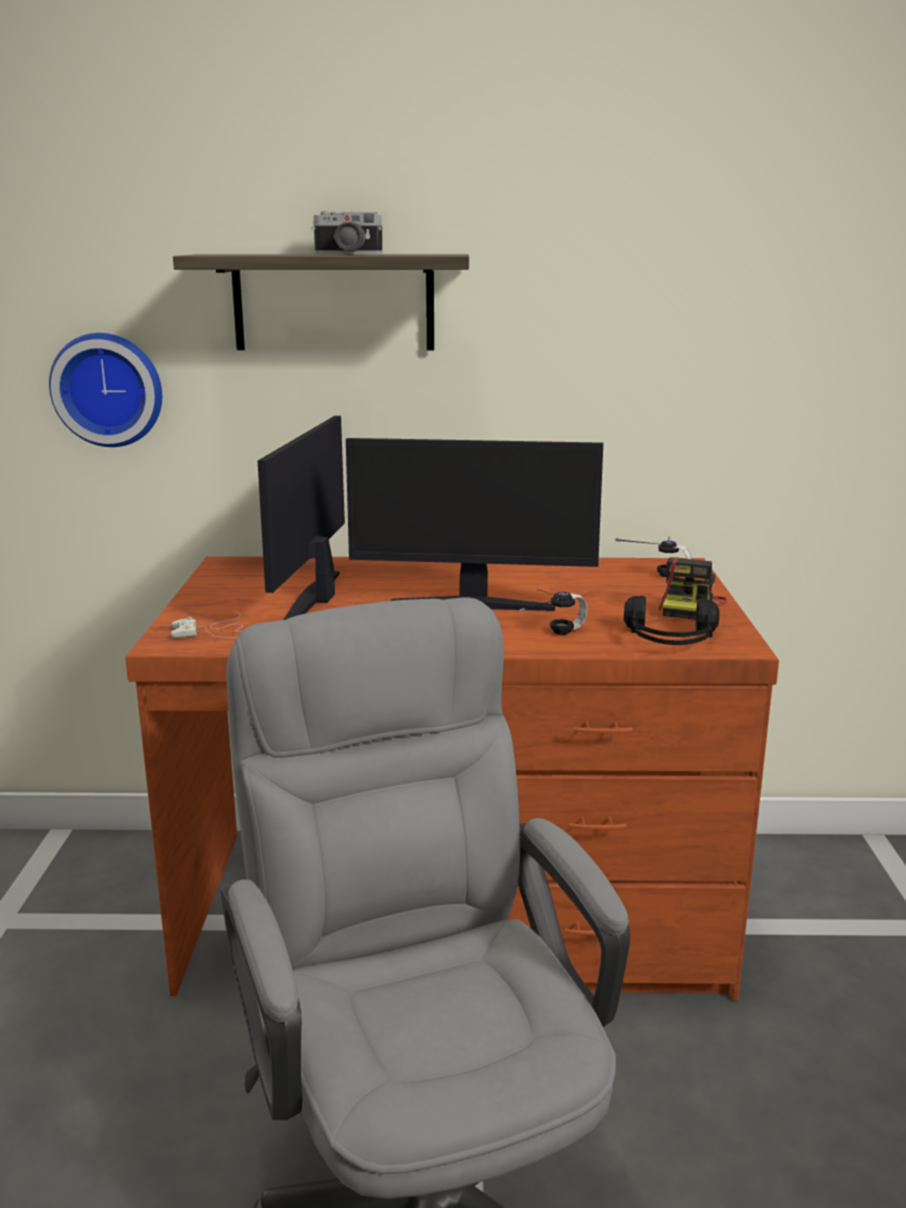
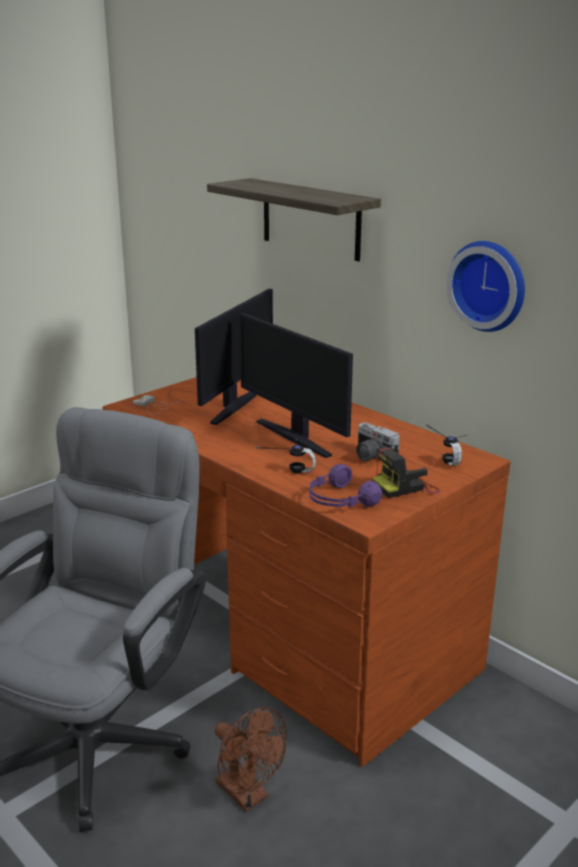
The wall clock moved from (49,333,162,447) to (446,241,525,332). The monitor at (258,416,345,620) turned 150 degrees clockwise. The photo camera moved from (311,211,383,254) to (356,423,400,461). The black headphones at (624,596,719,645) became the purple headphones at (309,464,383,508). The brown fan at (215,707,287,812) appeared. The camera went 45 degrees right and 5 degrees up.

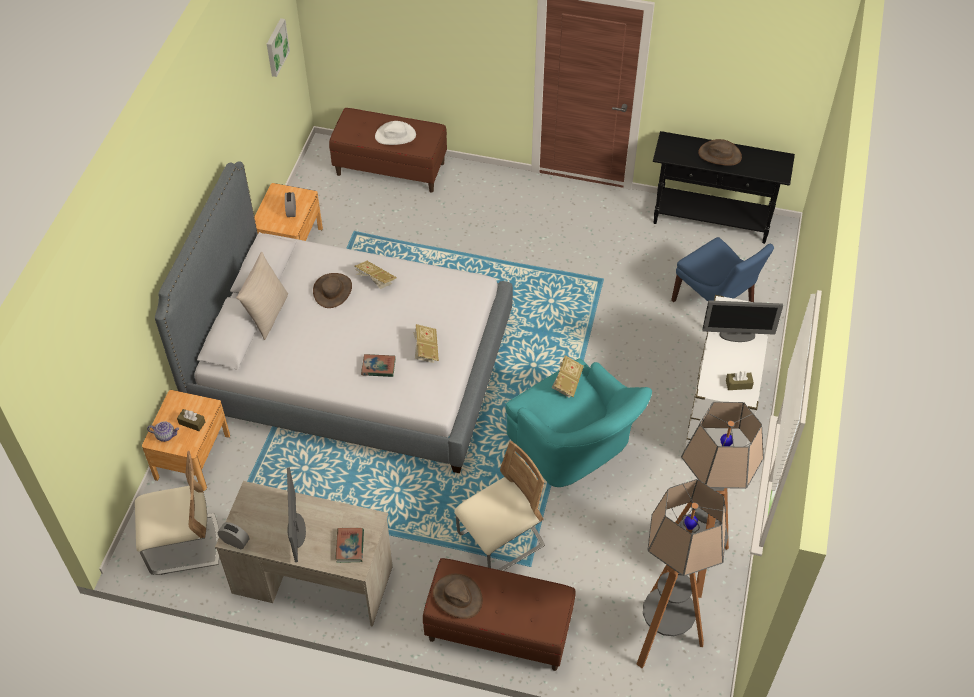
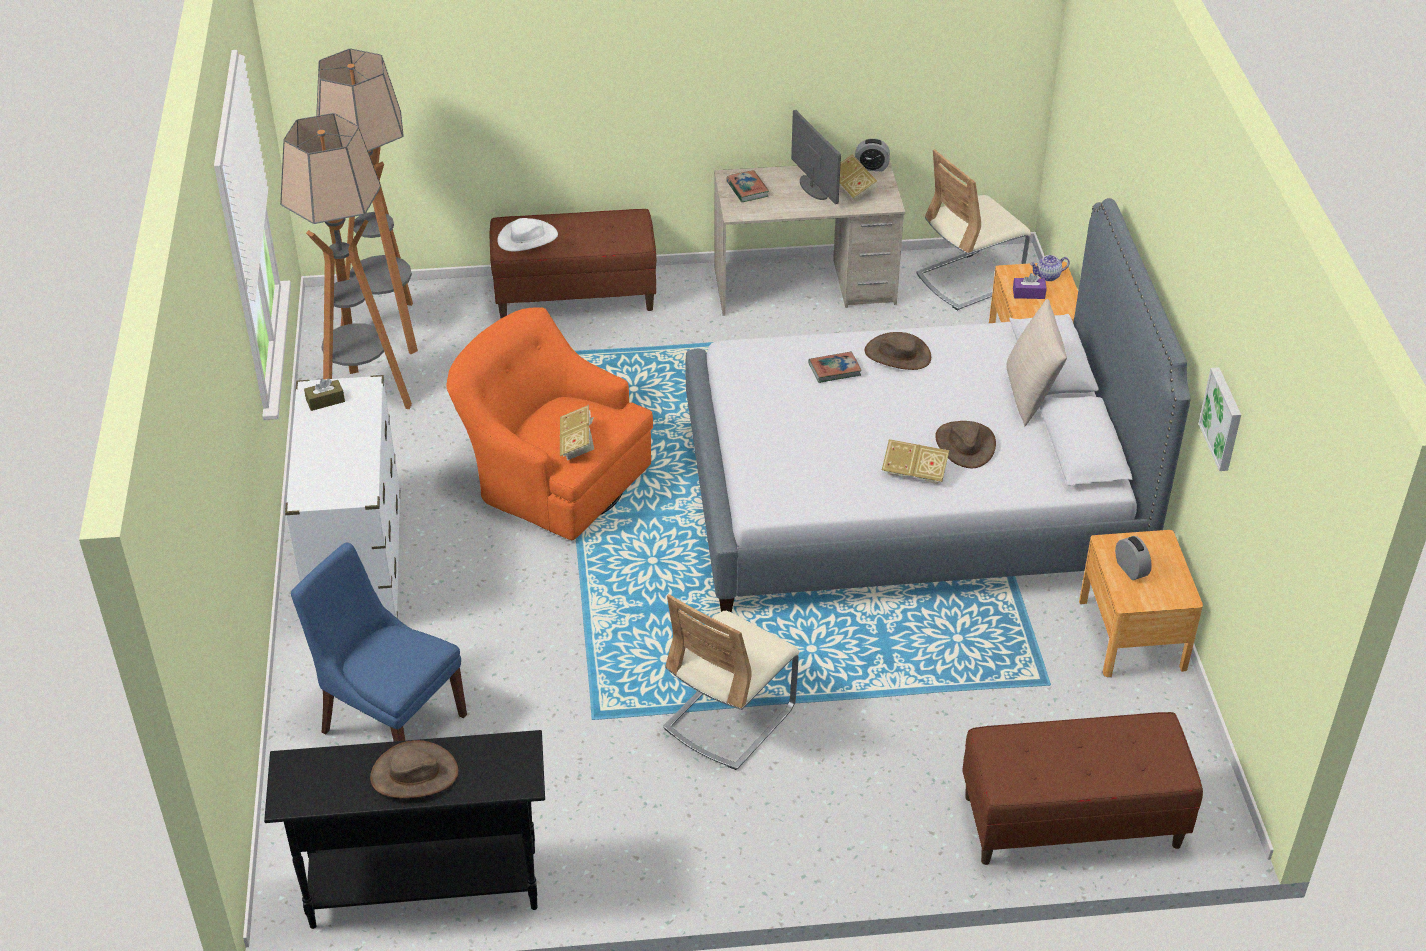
The brown tissue box at (177,409,205,431) became the purple tissue box at (1013,273,1047,299). The picture moved from (267,18,290,77) to (1198,367,1241,471). The white hat moved from (375,121,416,145) to (498,218,558,252). The book moved from (413,324,439,363) to (839,154,878,202). The brown hat moved from (433,574,483,619) to (865,332,931,370). The beige chair moved from (454,441,545,571) to (663,594,799,770). The turquoise armchair at (506,358,652,487) became the orange armchair at (446,307,653,540). The monitor at (702,300,783,342) disappeared. The camera went 160 degrees right and 10 degrees down.

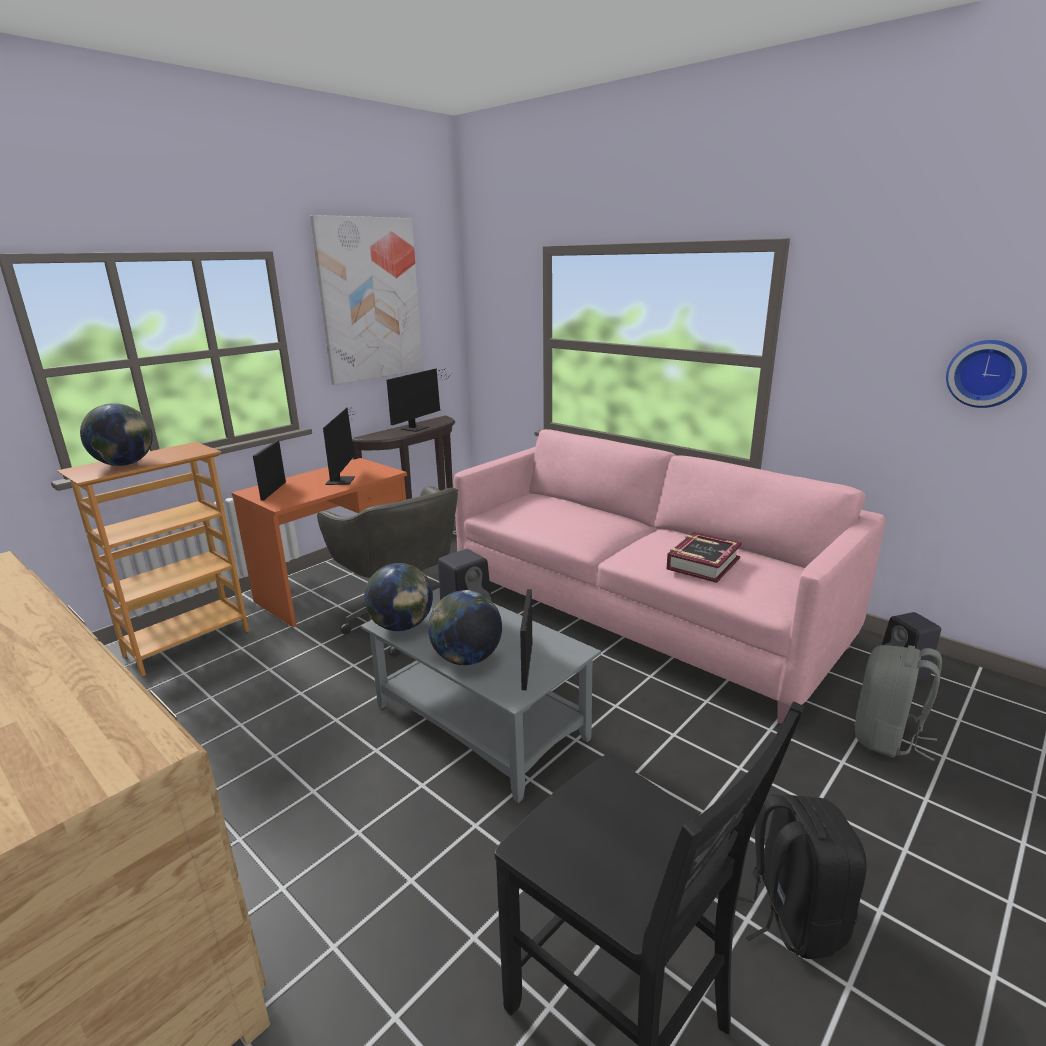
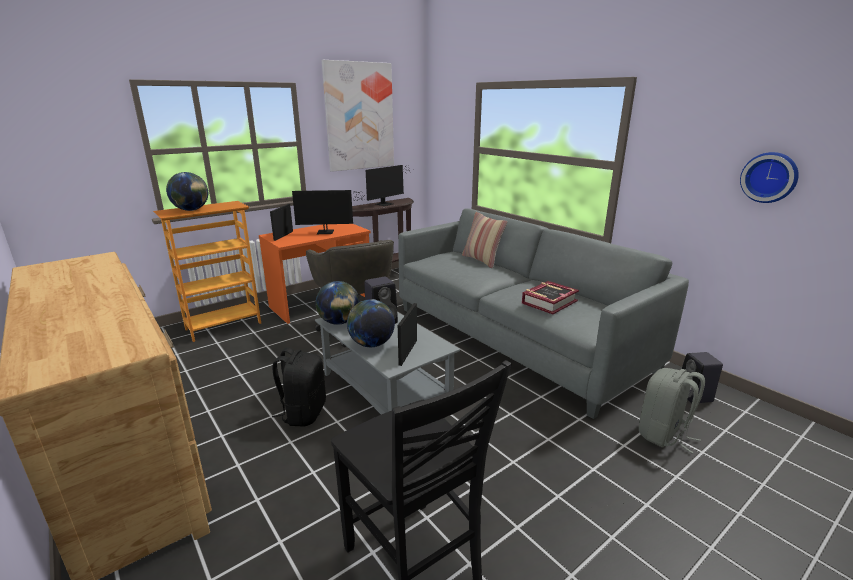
The monitor at (323,407,355,485) turned 75 degrees clockwise. The pink sofa at (454,429,885,724) became the grey sofa at (398,208,689,419). The black backpack moved from (738,794,867,959) to (272,348,326,426). The pillow at (462,212,508,268) appeared. The camera went 10 degrees right and 0 degrees up.

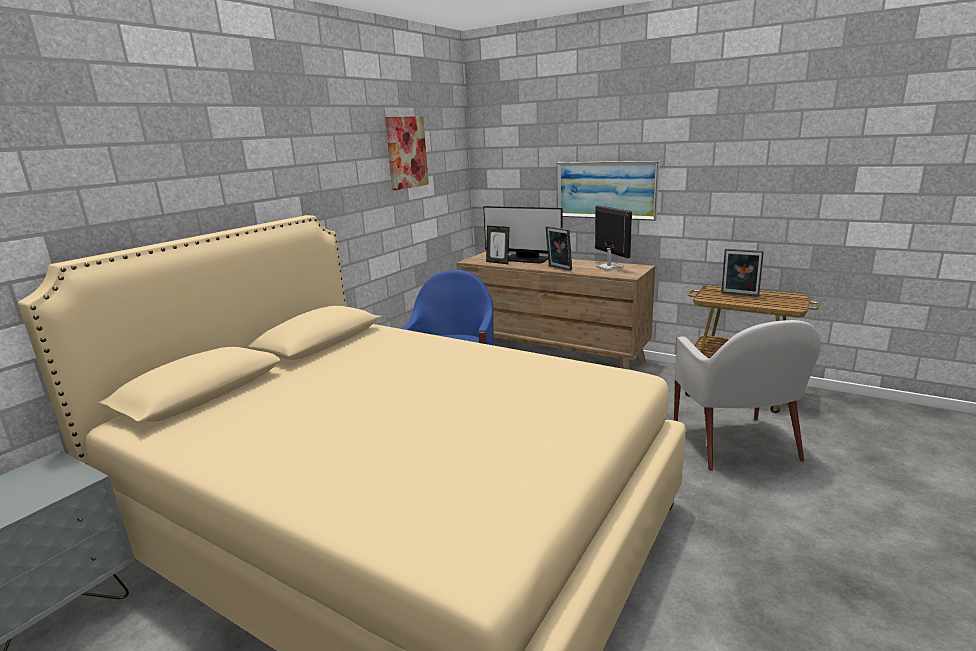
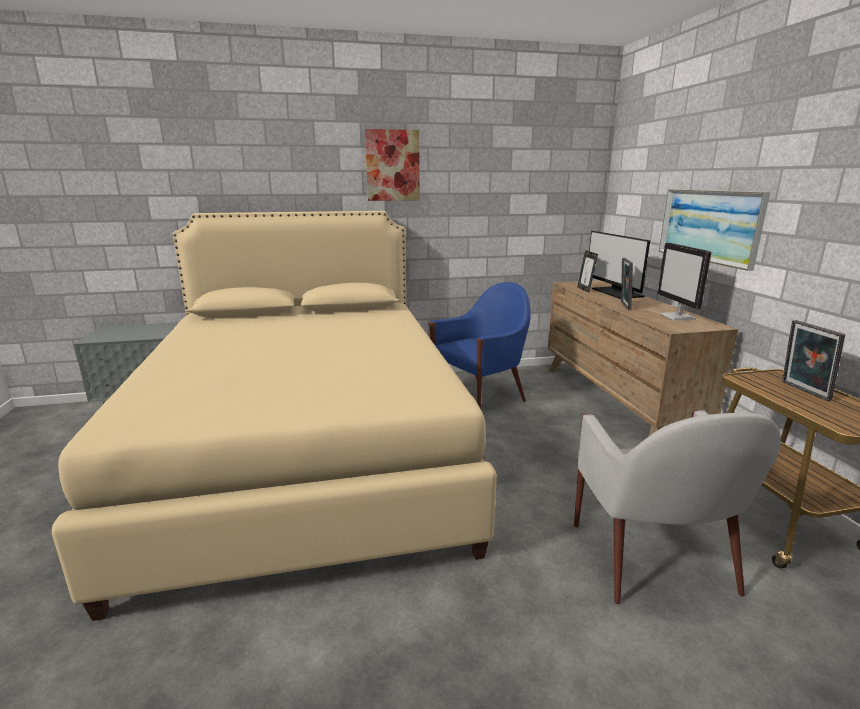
The picture moved from (385,116,429,190) to (365,129,420,201). The monitor at (595,205,632,270) turned 150 degrees clockwise. The white armchair at (674,320,821,471) turned 45 degrees counterclockwise. The camera went 45 degrees right and 0 degrees up.

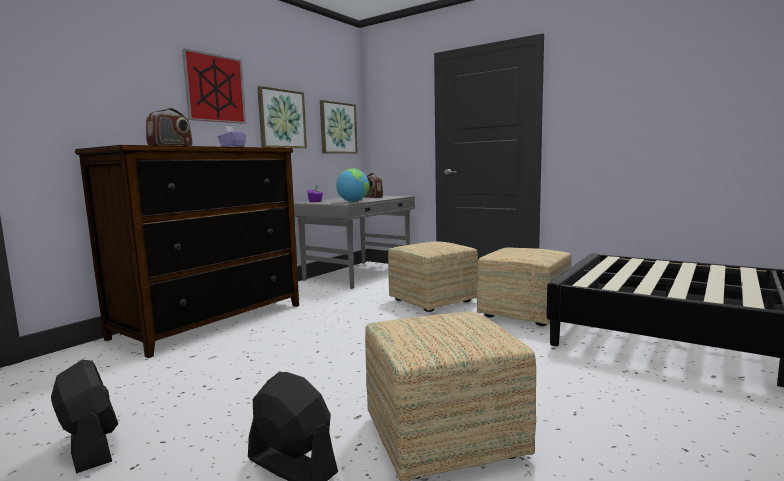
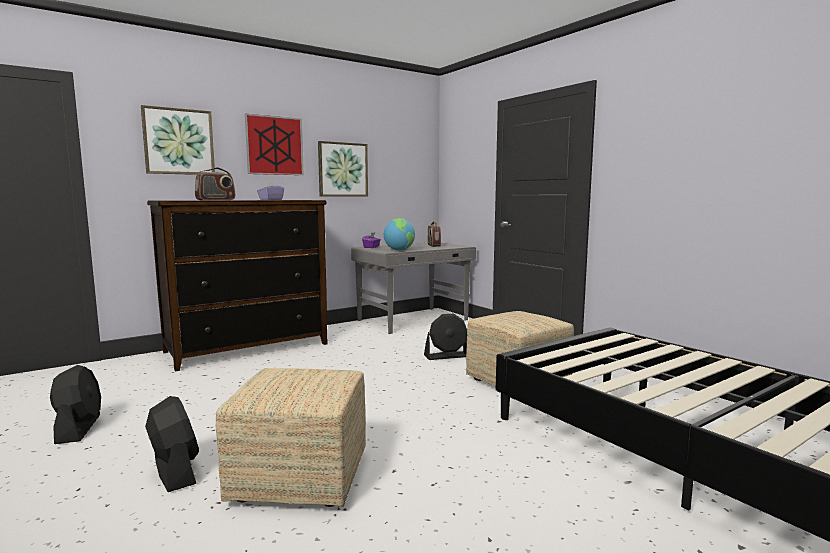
The picture moved from (320,100,358,154) to (141,105,215,175). The ottoman at (388,241,478,312) was replaced by the black fan at (424,314,467,360). The camera went 20 degrees right and 0 degrees up.

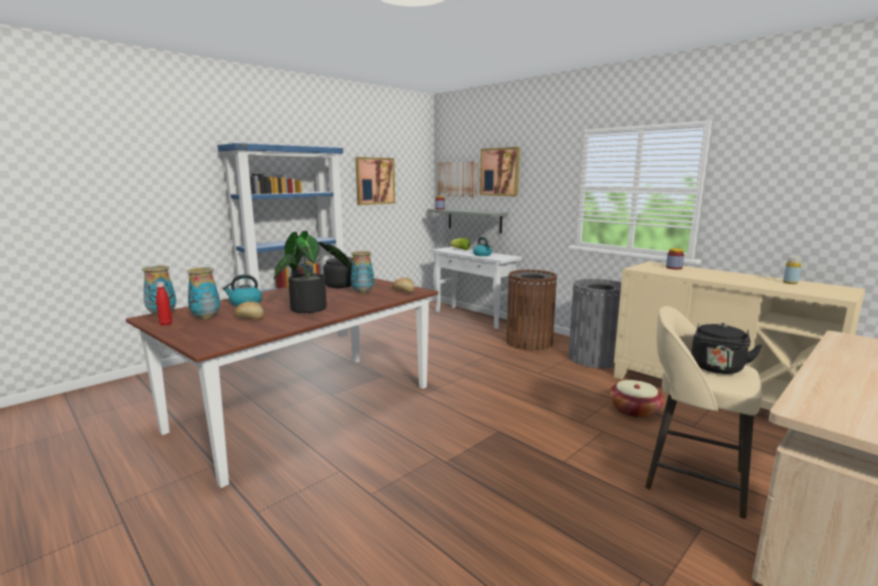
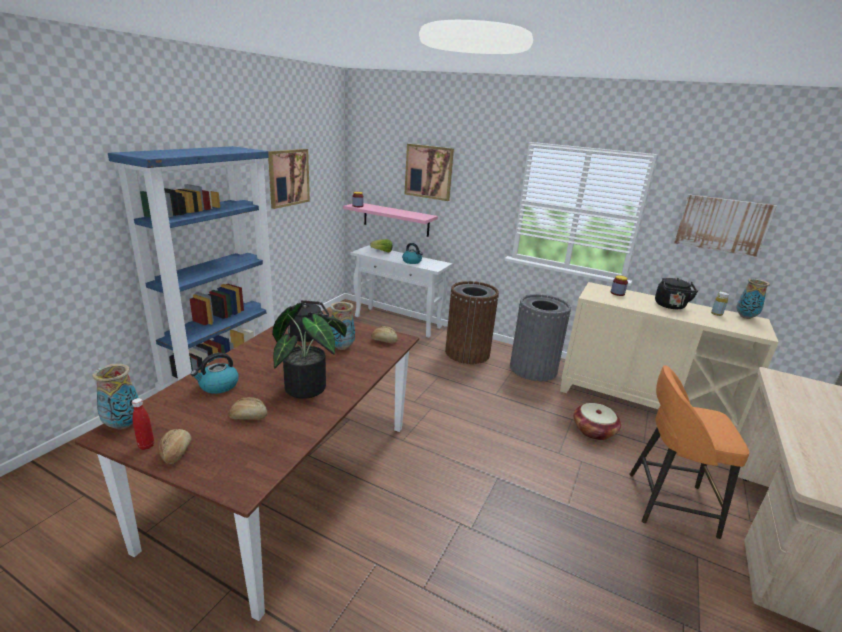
The vase moved from (186,267,220,320) to (736,279,770,319). The grey shelf at (428,208,509,233) became the pink shelf at (343,203,438,237). The picture moved from (438,161,477,197) to (674,194,777,257). The beige stool at (645,306,762,519) became the orange stool at (629,365,749,539). The black kettle moved from (691,323,763,374) to (655,278,698,309). The bread at (159,429,192,464) appeared. The camera went 20 degrees left and 10 degrees up.

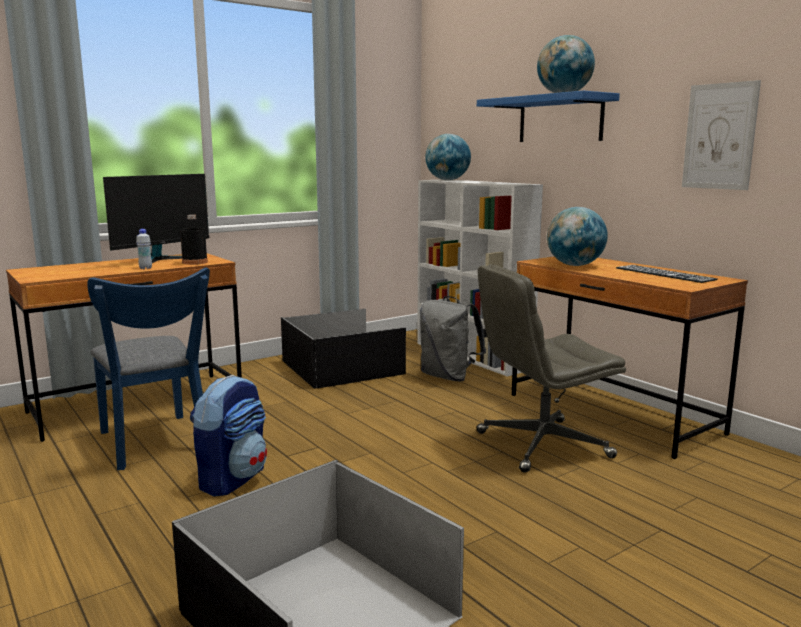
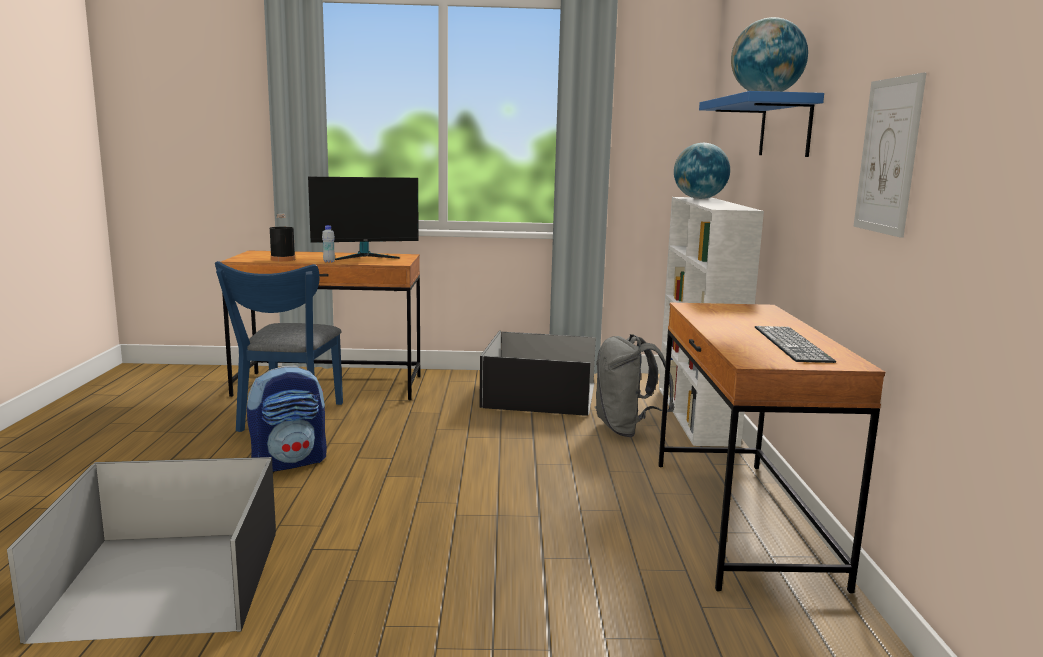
The black bottle moved from (180,215,208,265) to (270,214,295,261). The grey office chair at (476,264,626,473) disappeared. The globe at (547,207,608,266) disappeared. The camera went 35 degrees right and 0 degrees up.

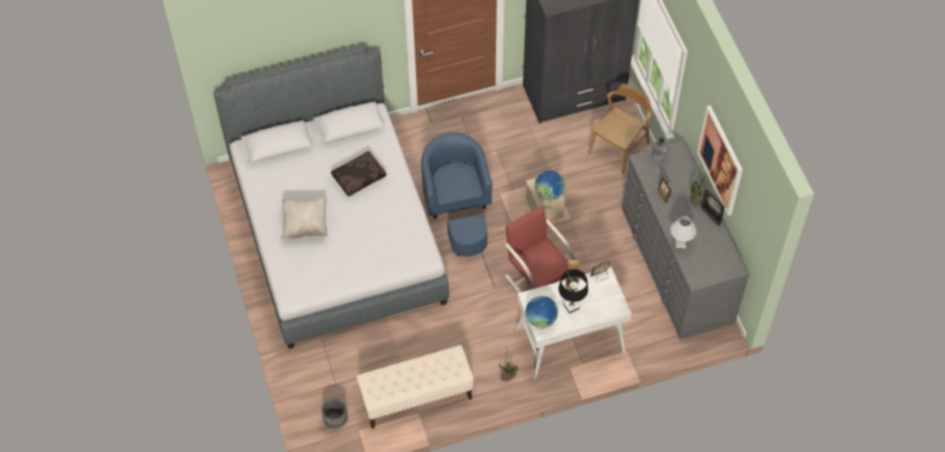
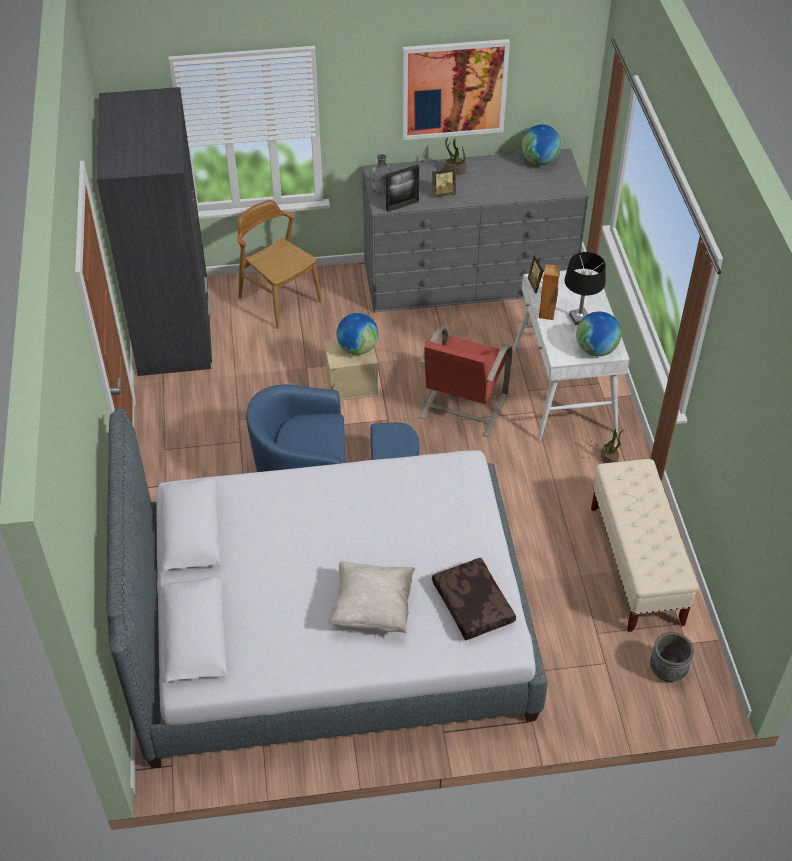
The brown pillow moved from (331,151,386,197) to (432,558,516,640). The red chair at (504,206,576,293) turned 45 degrees counterclockwise. The white table lamp at (670,216,696,248) disappeared. The picture frame moved from (701,189,725,226) to (386,165,419,212). The globe at (521,125,561,165) appeared. The camera went 80 degrees left and 10 degrees down.

